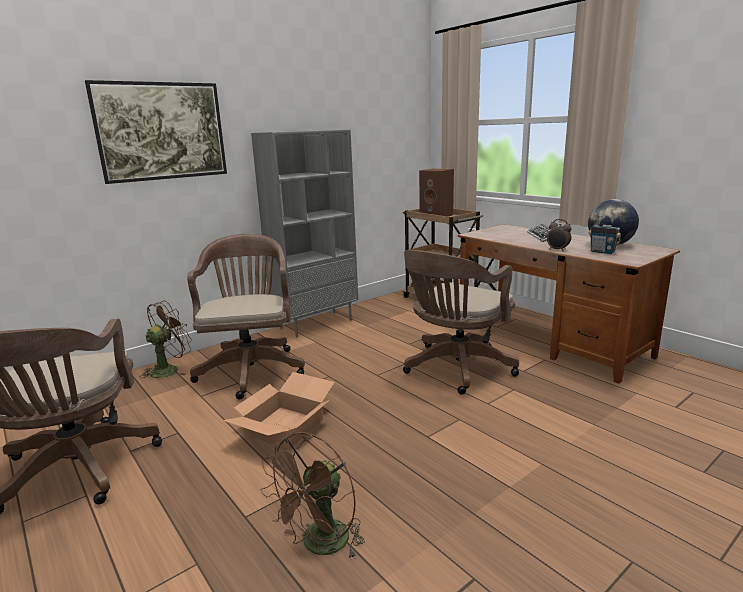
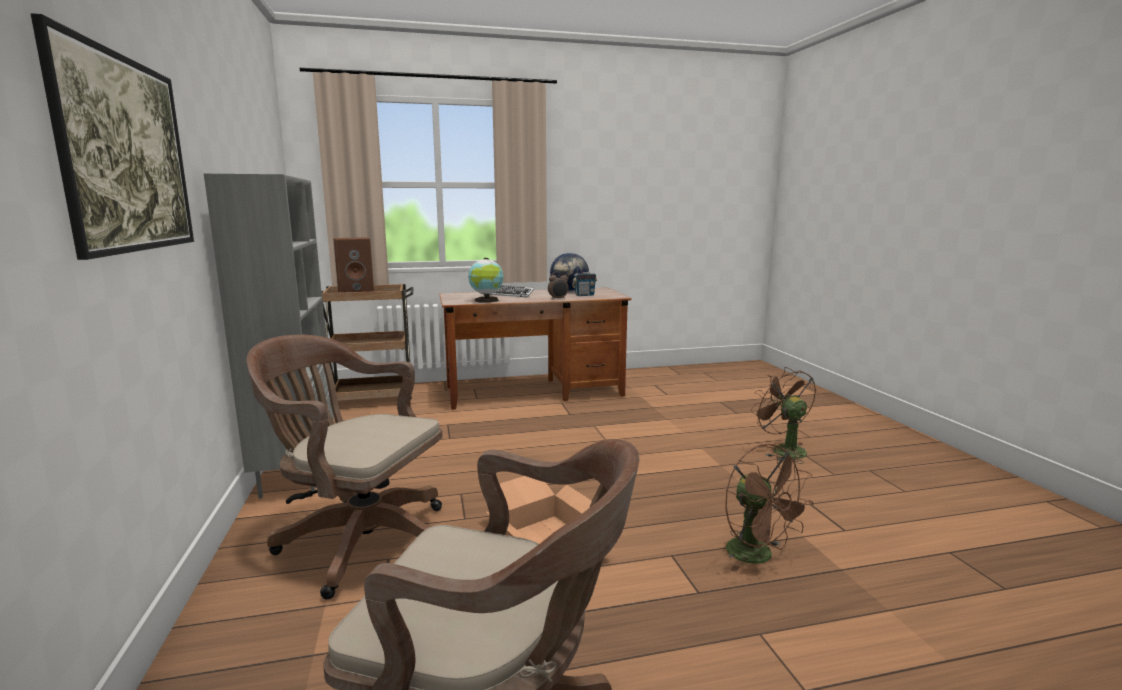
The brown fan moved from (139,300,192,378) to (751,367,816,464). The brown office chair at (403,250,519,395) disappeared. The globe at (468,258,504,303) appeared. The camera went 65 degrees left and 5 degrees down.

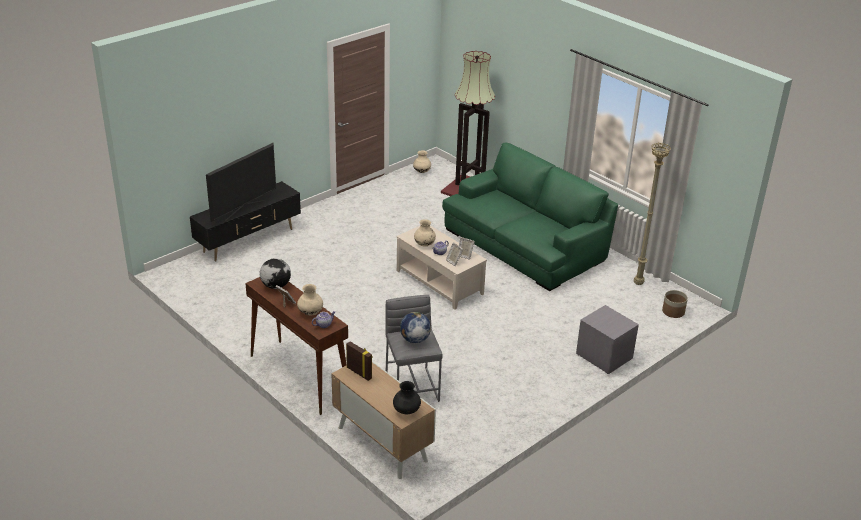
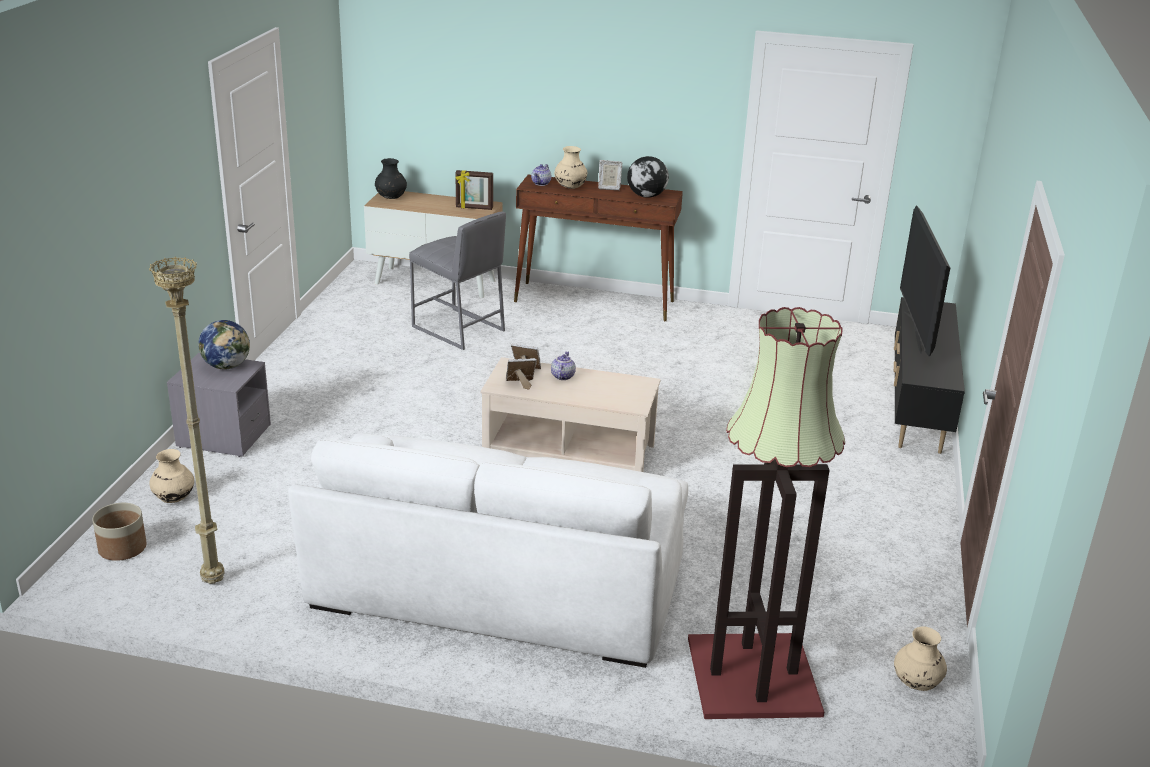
The globe moved from (400,312,431,343) to (199,320,250,369). The beige vase moved from (414,219,436,247) to (149,449,194,503). The green sofa at (442,143,618,291) became the white sofa at (288,433,688,668). The camera went 145 degrees right and 5 degrees down.

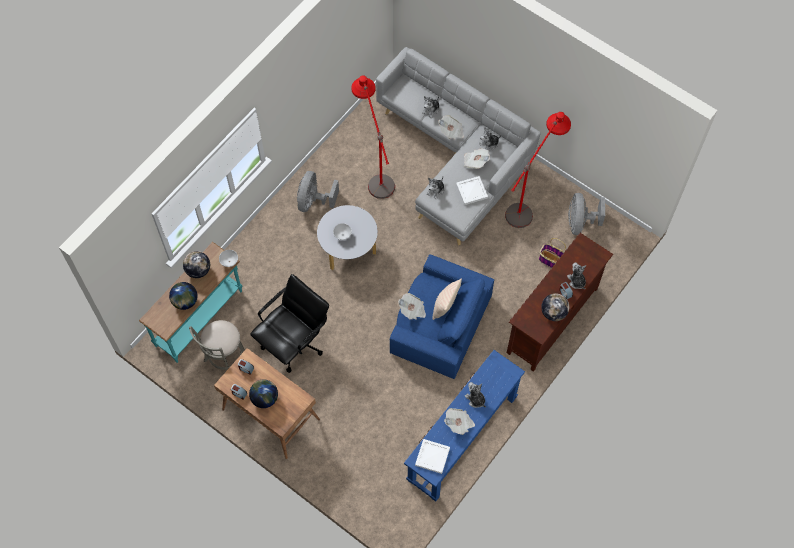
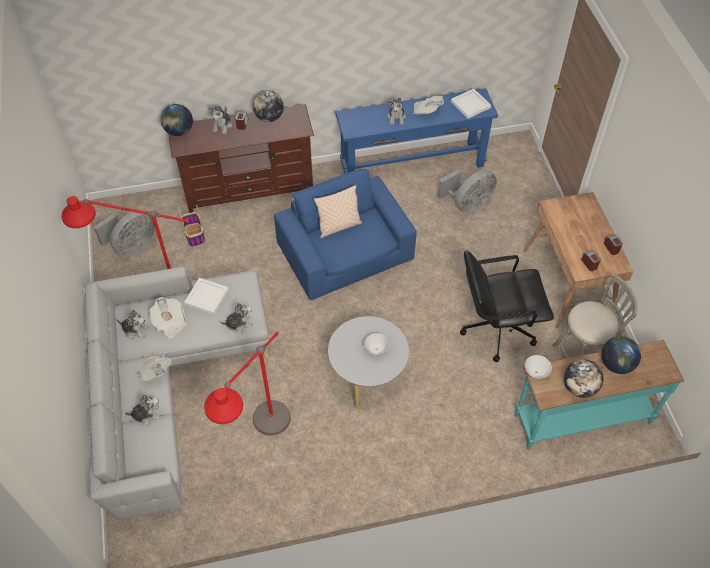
The globe moved from (249,379,278,408) to (161,104,193,136). The grey fan moved from (297,171,339,212) to (437,170,497,213). The newspaper at (398,293,426,320) disappeared. The camera went 140 degrees left and 10 degrees down.

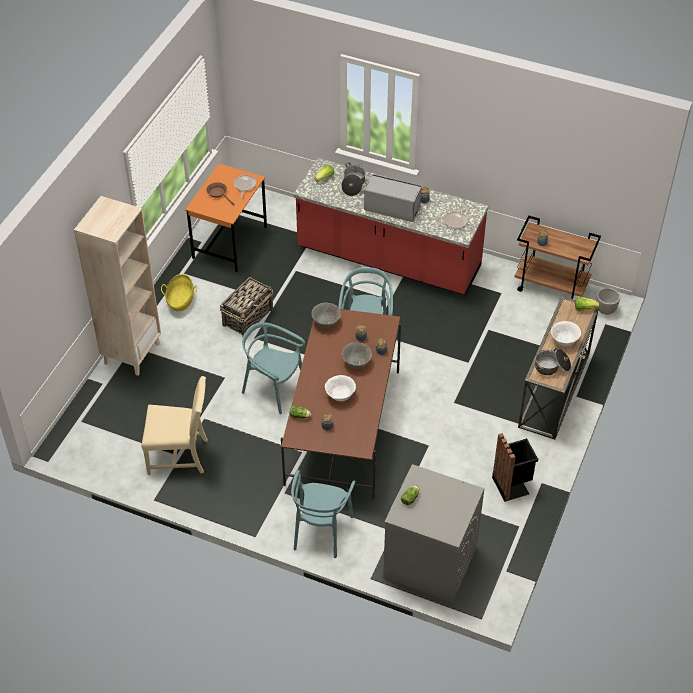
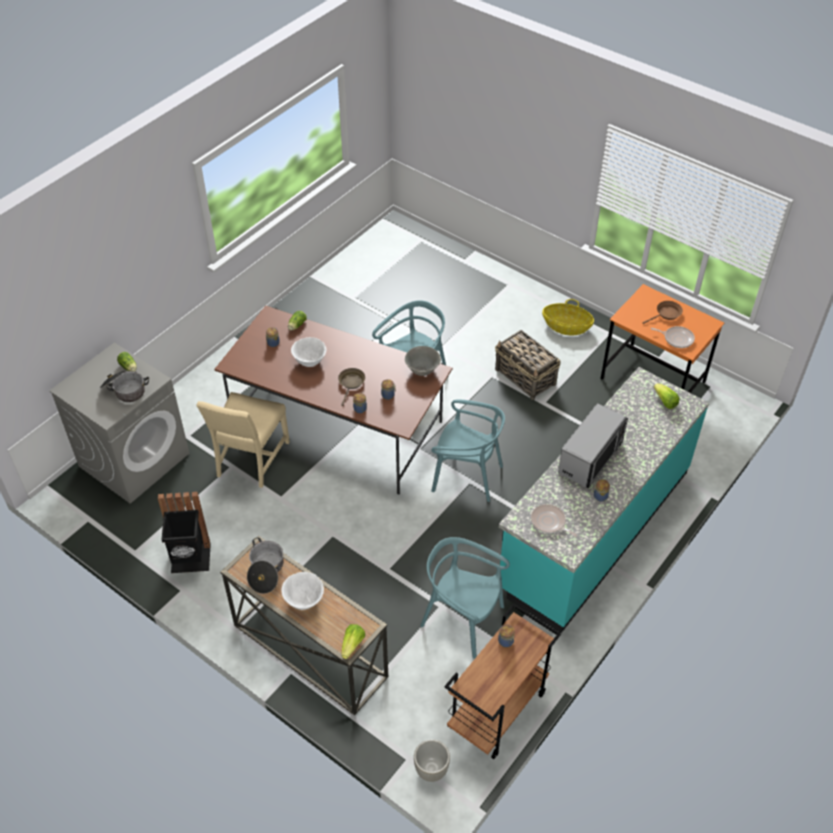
The beige bookcase at (74,196,161,376) disappeared. The beige chair moved from (141,376,208,475) to (196,392,290,488). The turquoise chair moved from (291,470,355,558) to (420,537,510,659). The red counter at (294,158,488,296) became the turquoise counter at (499,367,709,633). The cooking pot moved from (341,163,366,196) to (100,371,149,402). The grey bowl at (342,343,372,368) was replaced by the brown frying pan at (338,368,365,406). The camera went 105 degrees right and 0 degrees up.

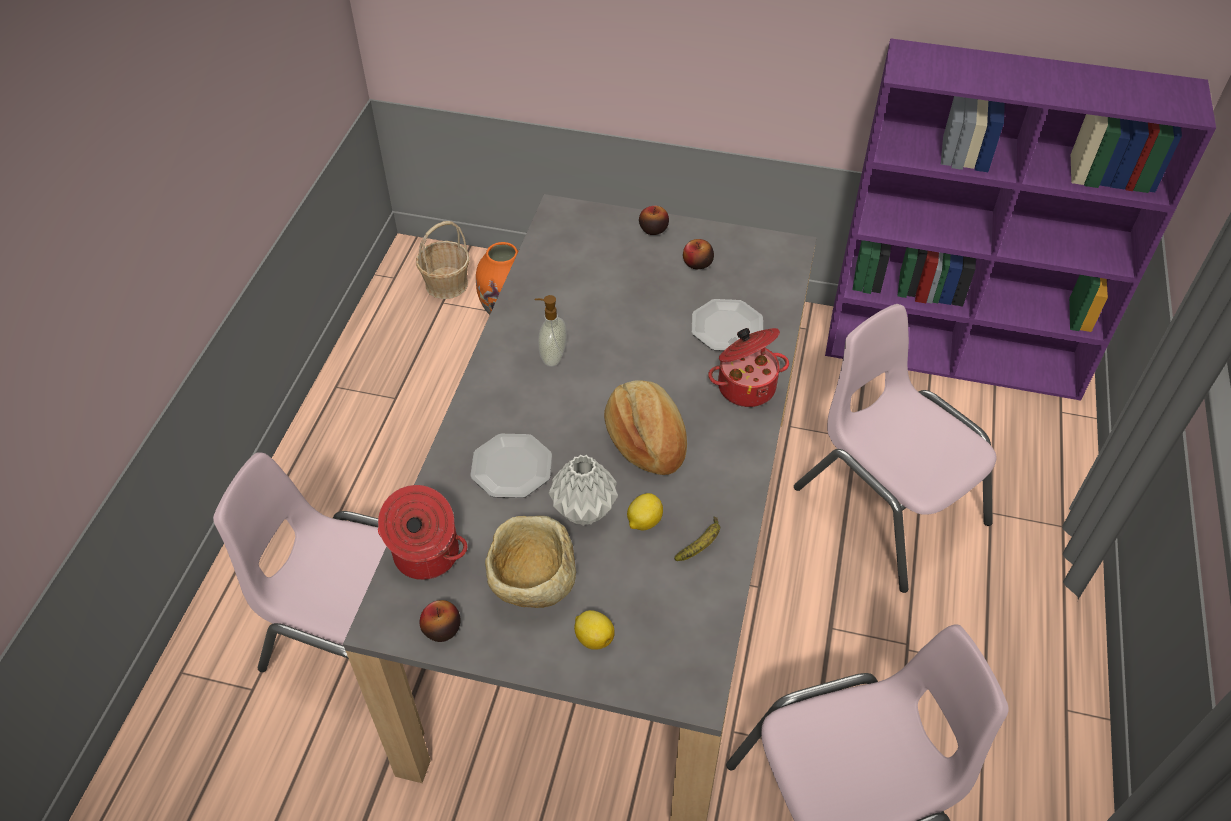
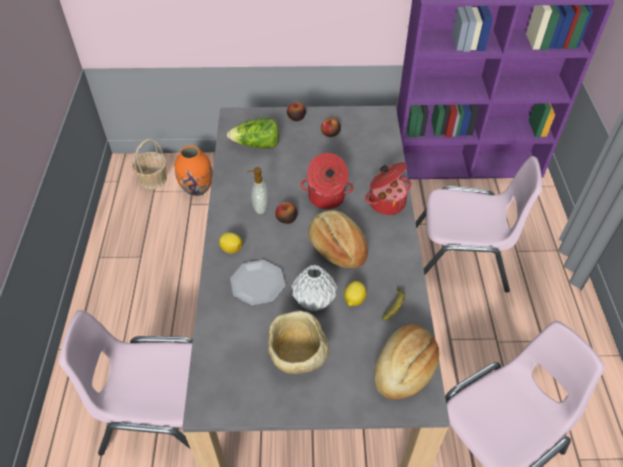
The cooking pot moved from (378,485,468,580) to (300,153,354,209). The apple moved from (420,600,461,642) to (275,202,297,224). The lemon moved from (574,610,615,650) to (219,232,243,254). The plate at (692,299,763,351) disappeared. The pink chair at (794,304,996,593) turned 150 degrees clockwise. The lettuce at (227,118,279,148) appeared. The bread at (374,324,439,400) appeared. The camera went 15 degrees left and 0 degrees up.

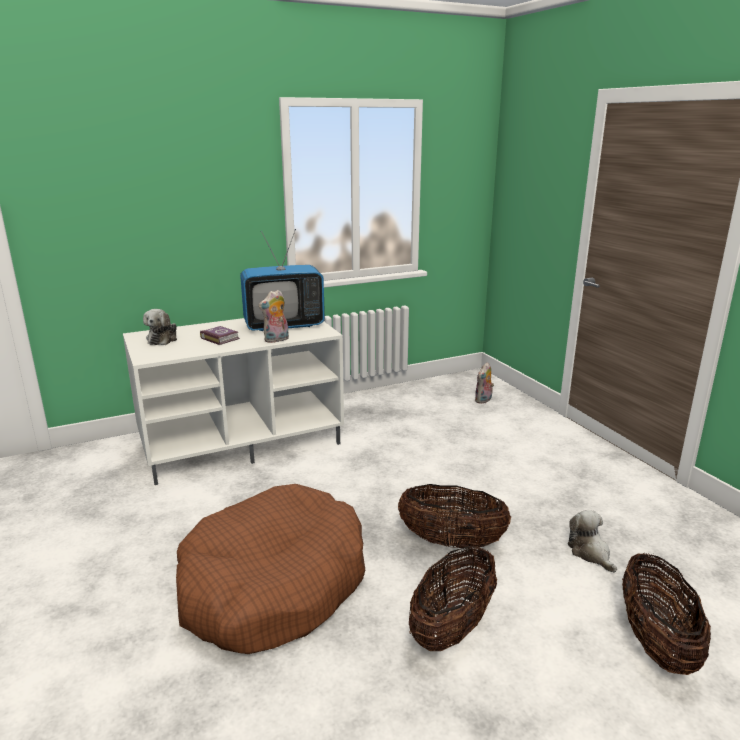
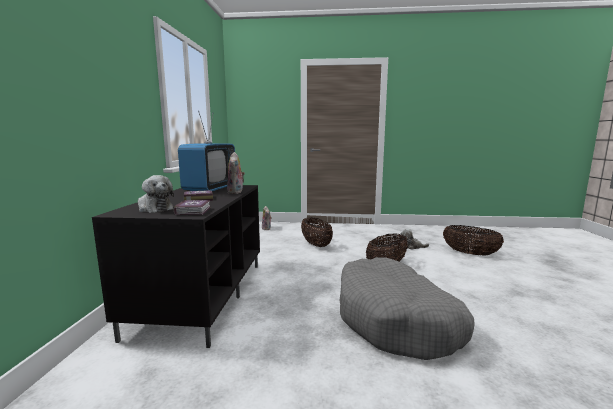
The white tv stand at (123,318,344,485) became the black tv stand at (92,185,260,348). The brown dog bed at (176,484,365,654) became the grey dog bed at (339,257,475,360). The basket moved from (409,545,497,651) to (301,217,333,247). The book at (174,200,211,215) appeared. The camera went 60 degrees left and 10 degrees down.

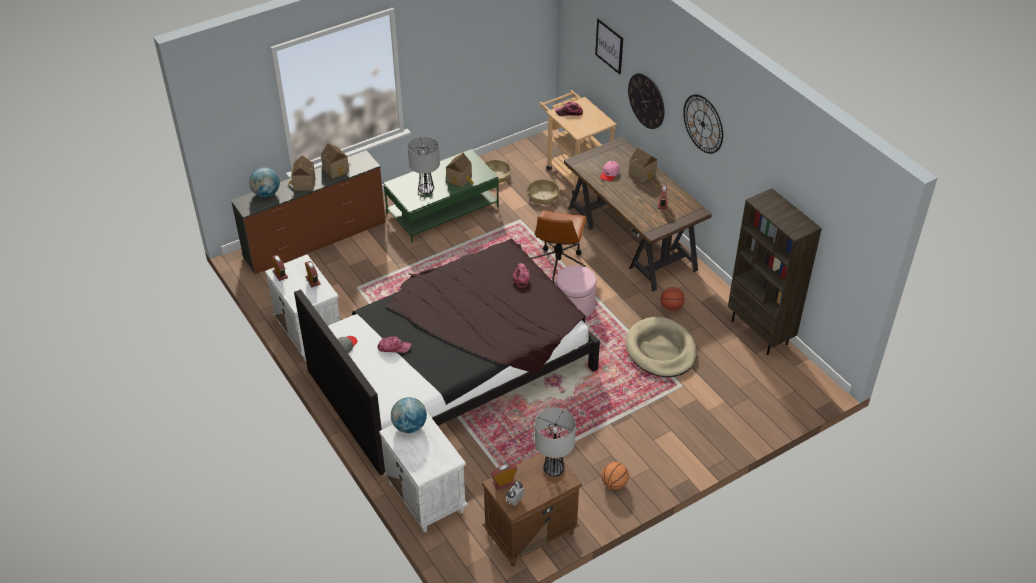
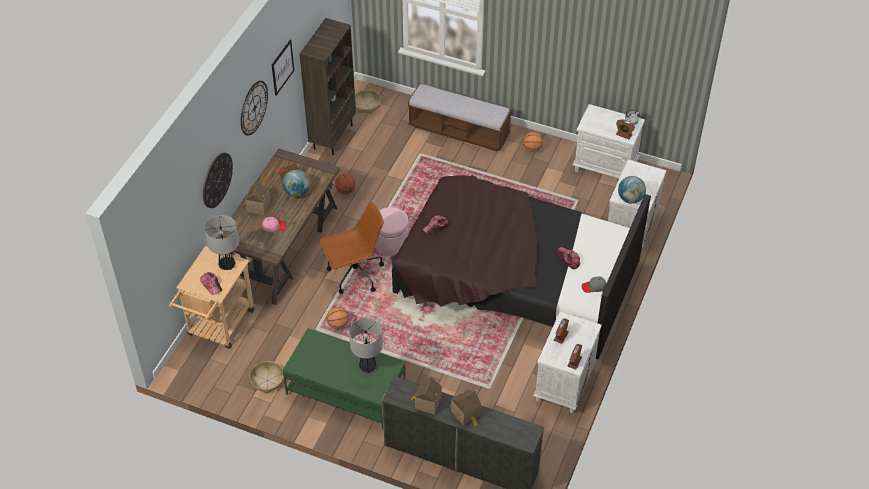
The globe moved from (249,167,280,197) to (282,170,310,197). The toy house at (446,153,474,188) disappeared. The brown nightstand at (482,453,582,567) became the white nightstand at (573,104,645,178). The basket moved from (528,179,560,205) to (355,90,381,114). The table lamp moved from (535,408,576,476) to (204,215,239,270). The picture moved from (595,18,623,75) to (272,40,294,96). The beige dog bed at (625,317,697,377) disappeared. The basketball at (326,307,349,329) appeared. The bench at (408,83,512,151) appeared. The camera went 125 degrees left and 5 degrees up.

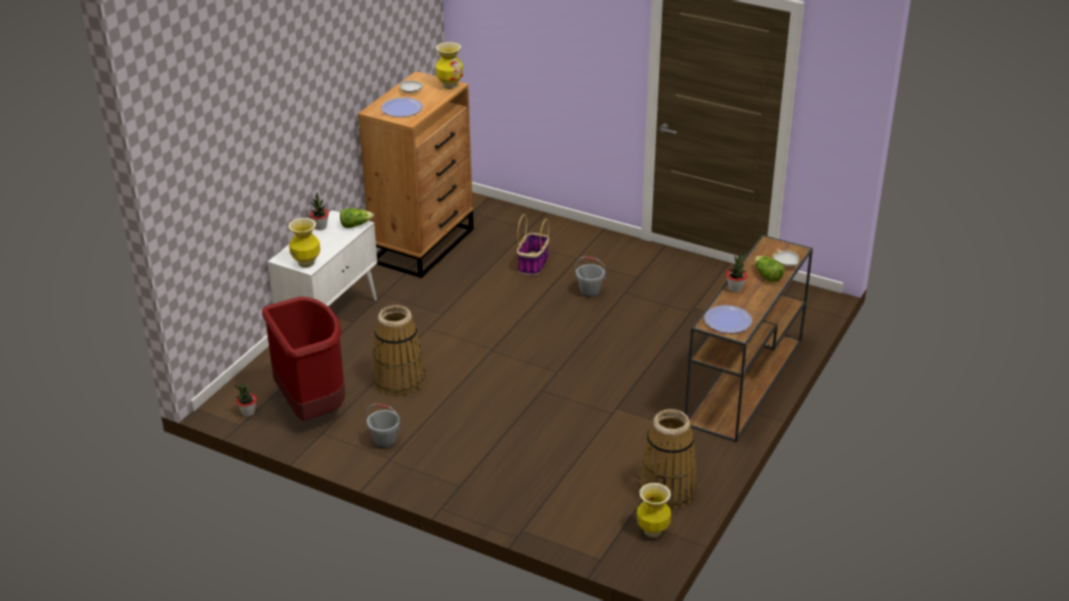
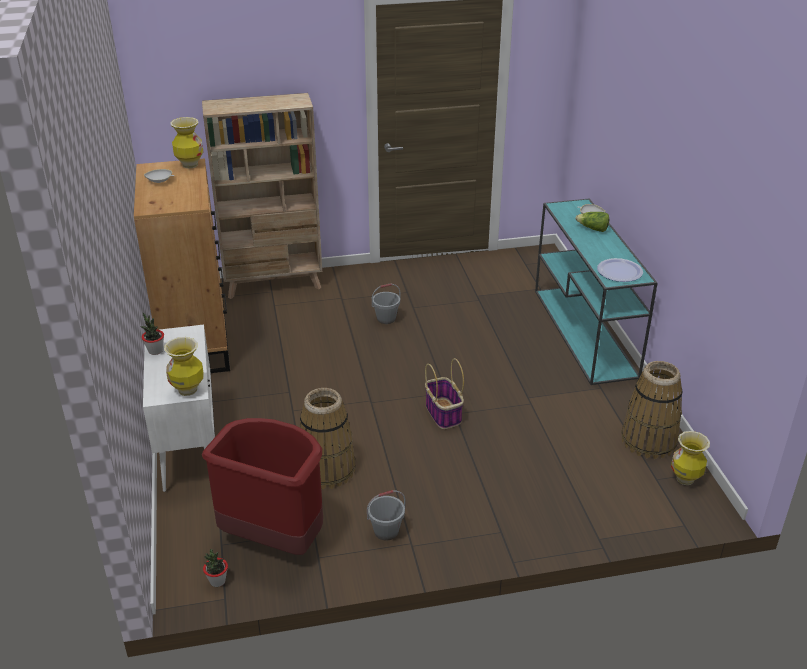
The lettuce at (340,208,374,228) disappeared. The plate at (381,98,423,117) disappeared. The basket moved from (517,214,549,275) to (425,358,464,429). The brown console table at (685,235,813,442) became the turquoise console table at (535,198,658,385). The potted plant at (726,254,747,293) disappeared. The beige bookcase at (202,93,322,299) appeared. The camera went 40 degrees left and 0 degrees up.

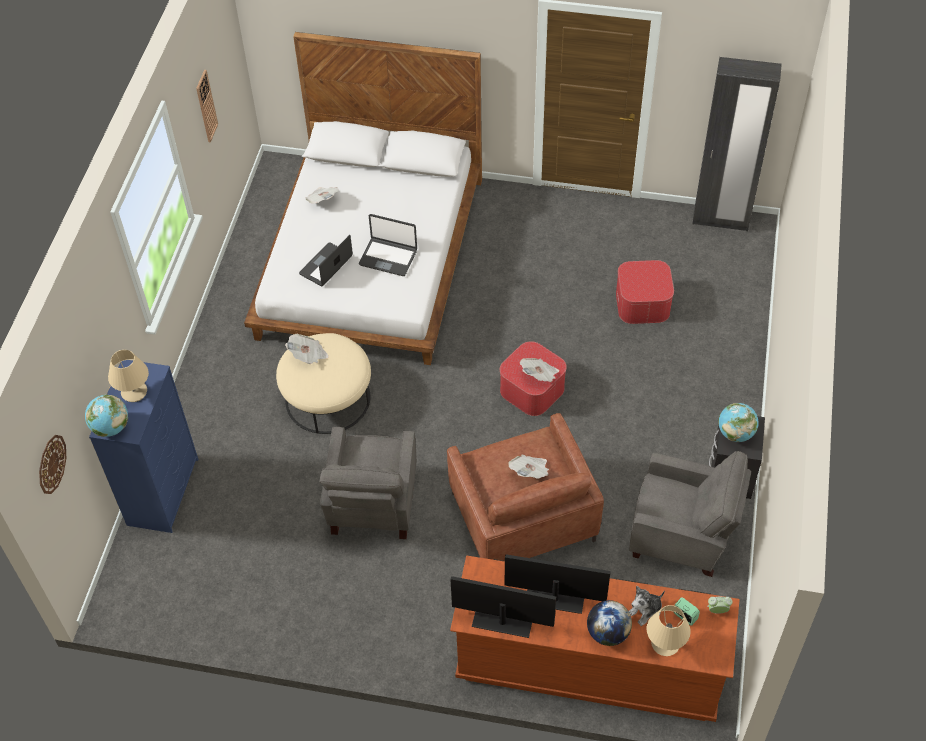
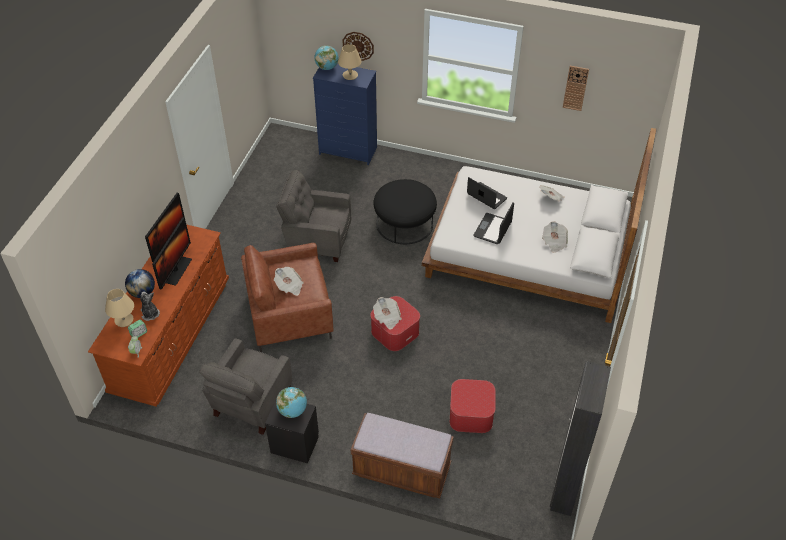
The wall clock moved from (39,435,66,494) to (343,32,374,61). The beige ottoman at (276,333,371,434) became the black ottoman at (373,179,437,244). The newspaper moved from (285,334,329,364) to (542,221,568,253). The brown bench at (351,413,454,498) appeared. The camera went 95 degrees right and 5 degrees down.

